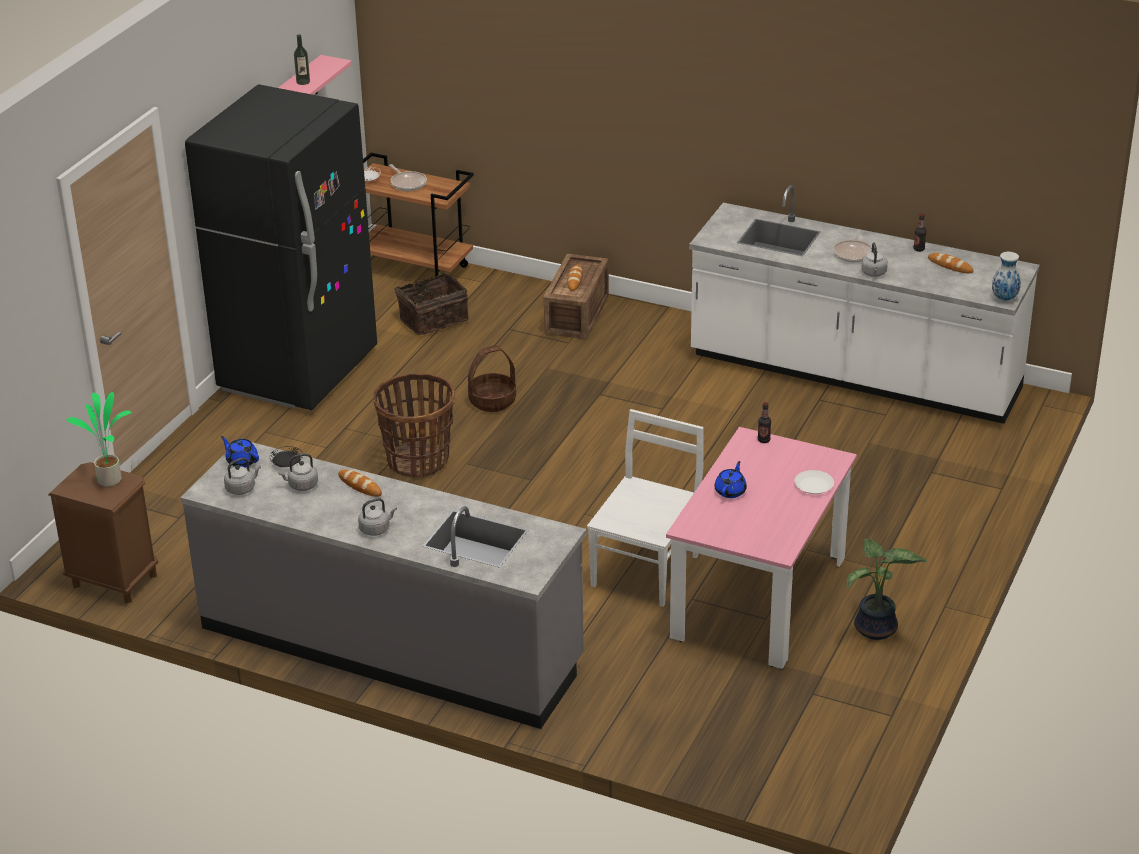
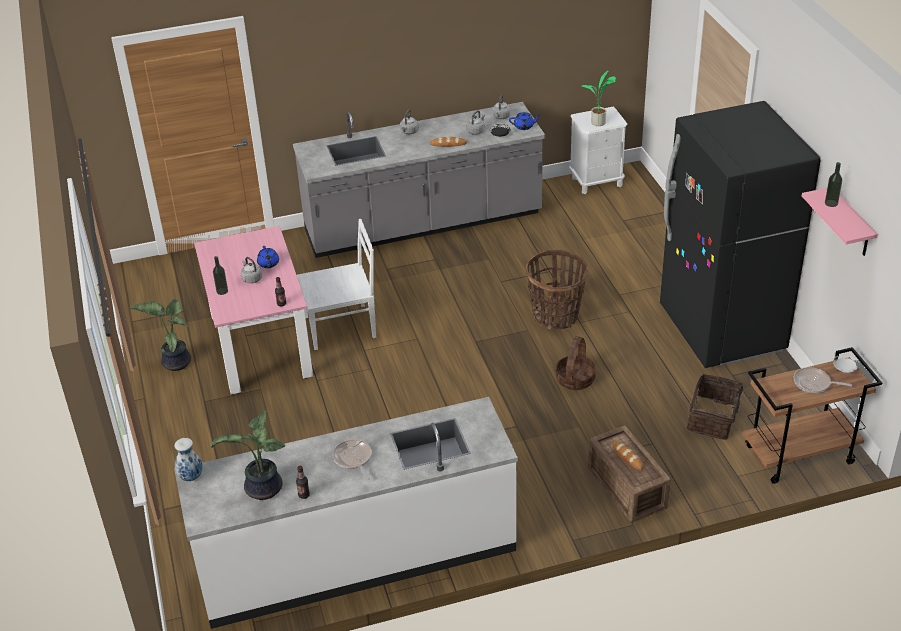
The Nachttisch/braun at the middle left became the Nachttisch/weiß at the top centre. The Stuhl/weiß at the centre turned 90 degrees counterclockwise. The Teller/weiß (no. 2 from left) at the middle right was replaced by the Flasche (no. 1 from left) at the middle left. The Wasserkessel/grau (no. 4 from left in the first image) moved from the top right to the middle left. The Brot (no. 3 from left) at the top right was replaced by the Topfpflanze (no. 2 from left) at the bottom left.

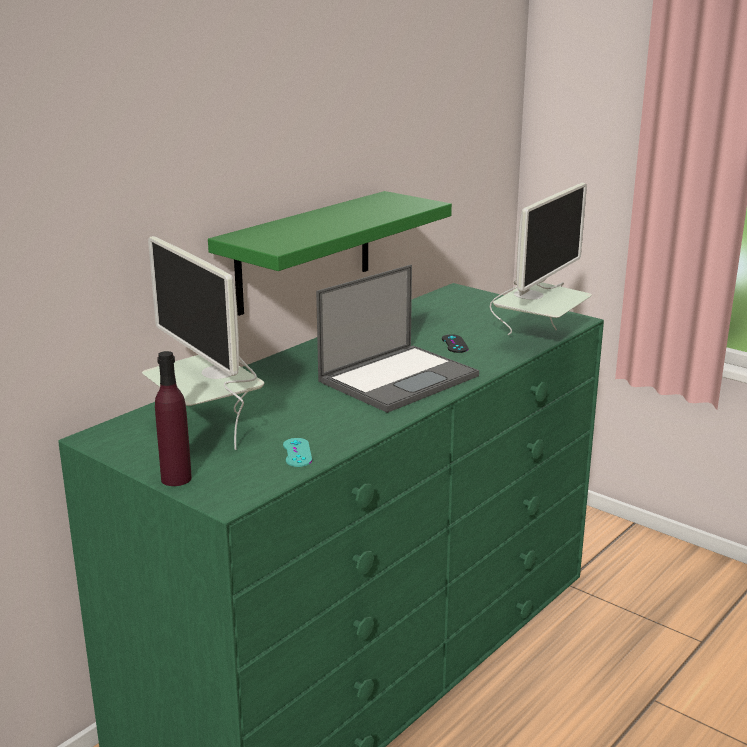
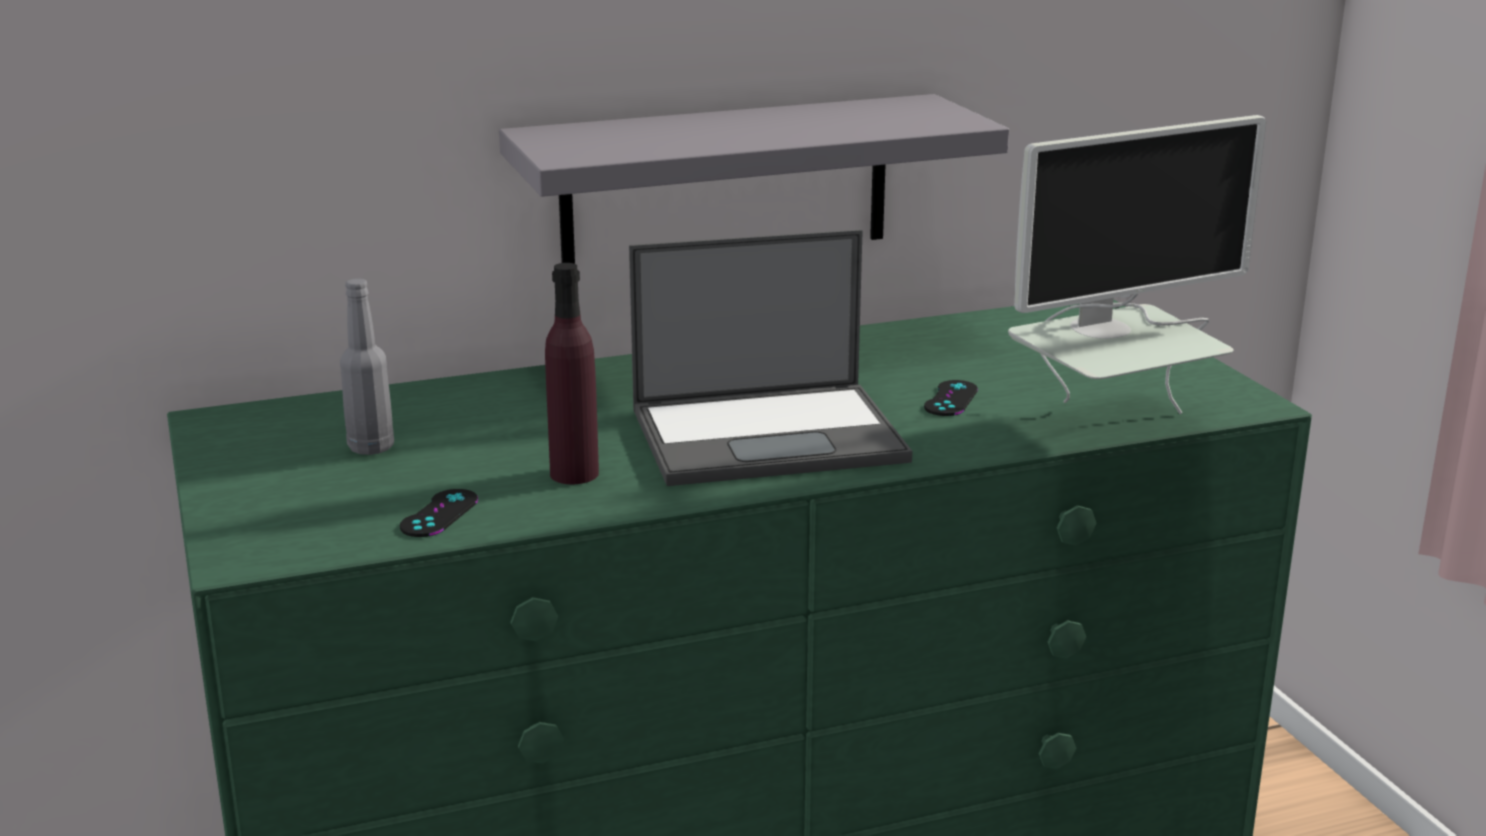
The Monitor (no. 1 from left) at the middle left was replaced by the Flasche/grau at the middle left. The Flasche/lila moved from the middle left to the centre. The Wandregal/grün at the centre became the Wandregal/grau at the top centre. The Gamepad/türkis at the centre became the Gamepad/schwarz (no. 1 from left) at the middle left.

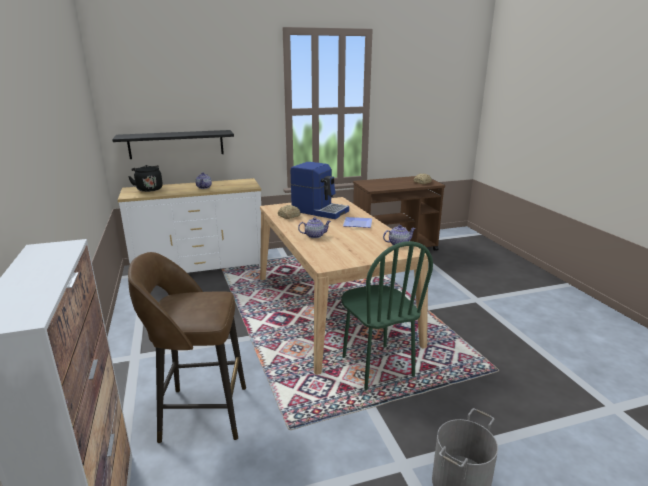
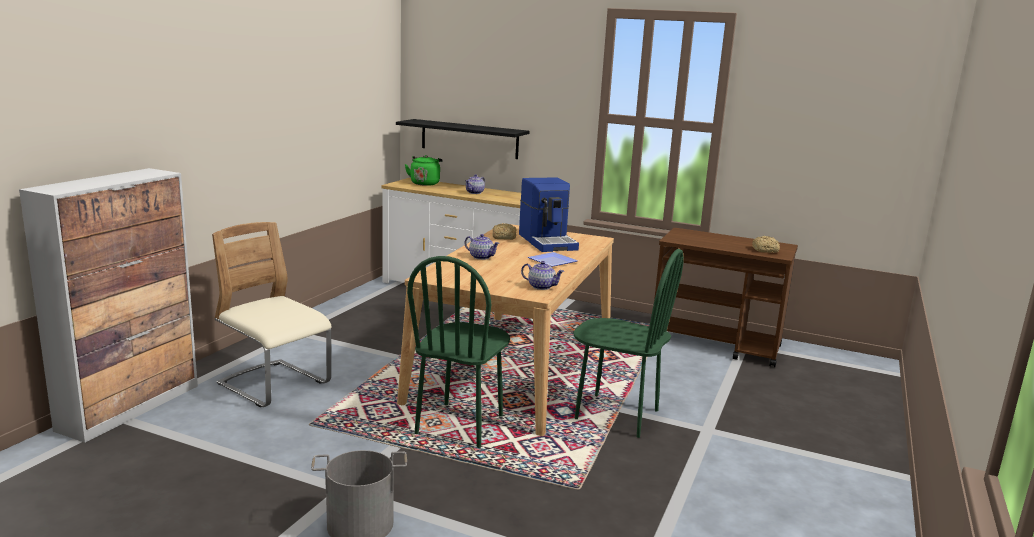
The Wasserkessel/schwarz at the middle left became the Wasserkessel/grün at the top centre. The Hocker/braun at the bottom left was replaced by the Stuhl/beige at the middle left. The Stuhl/grün (no. 2 from left) at the centre appeared.

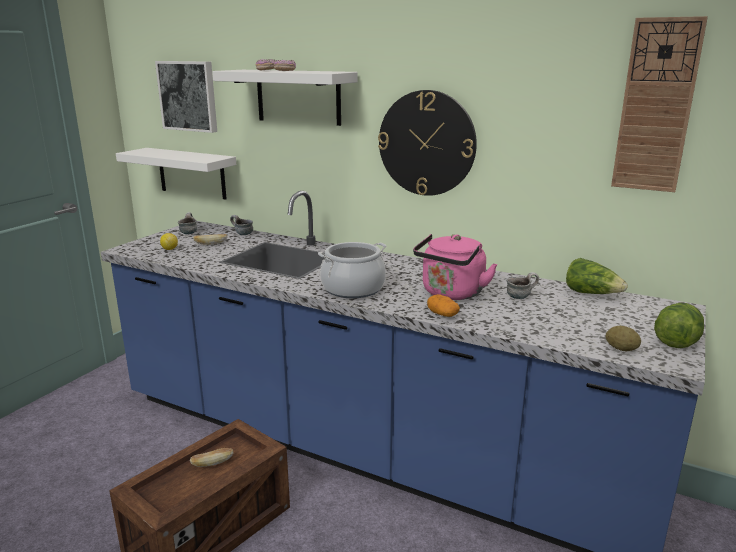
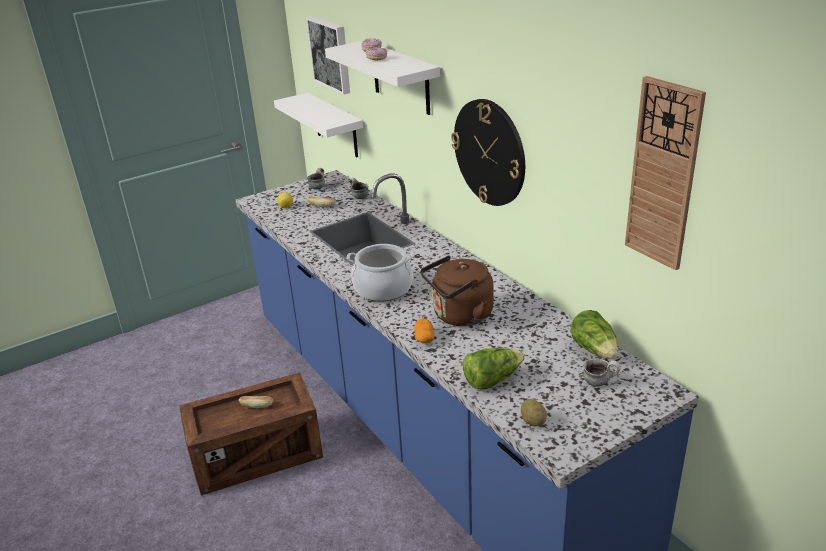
The Wasserkessel/rosa at the centre became the Wasserkessel/braun at the centre. The Henkelbecher (no. 3 from left) moved from the middle right to the bottom right. The Salatkopf (no. 2 from left in the first image) moved from the middle right to the bottom centre.

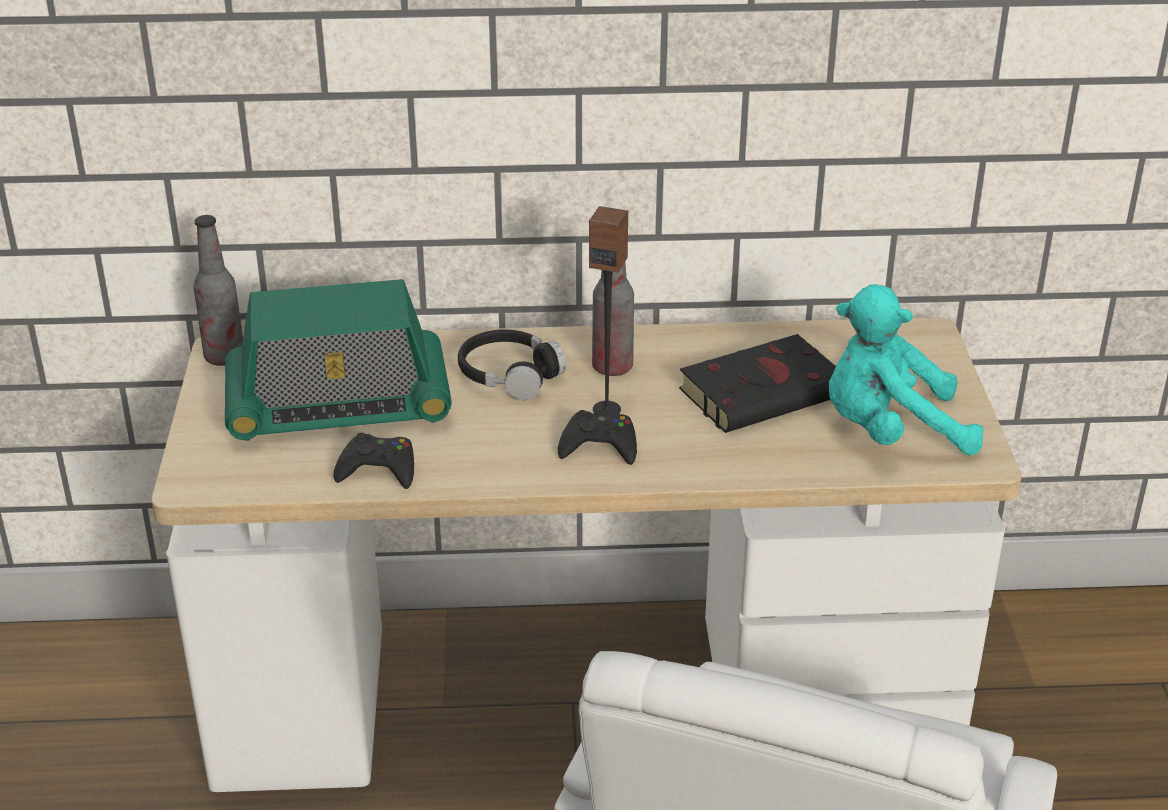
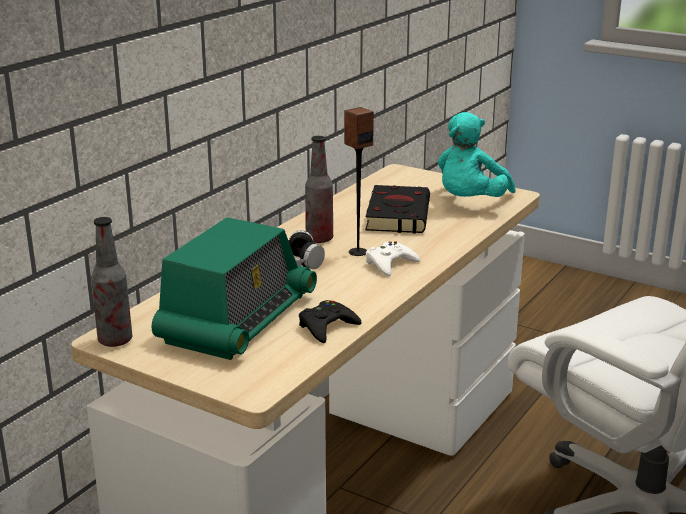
The Gamepad/schwarz (no. 2 from left) at the centre became the Gamepad/weiß at the centre.

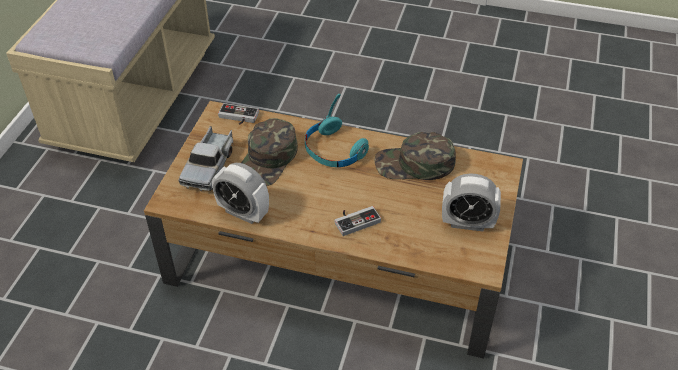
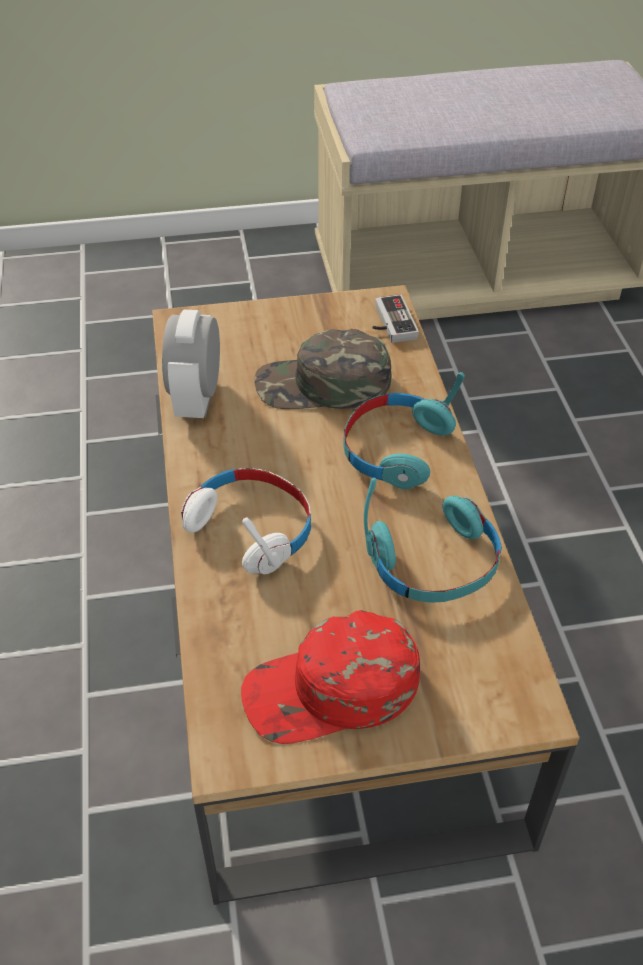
The Spielzeuglaster at the middle left disappeared. The Gamepad (no. 2 from left) at the centre was replaced by the Kopfhörer/weiß at the centre. The Kappe/grün (no. 2 from left) at the centre was replaced by the Kopfhörer/türkis (no. 2 from left) at the middle right. The Wecker (no. 2 from left) at the middle right was replaced by the Kappe/rot at the bottom centre.

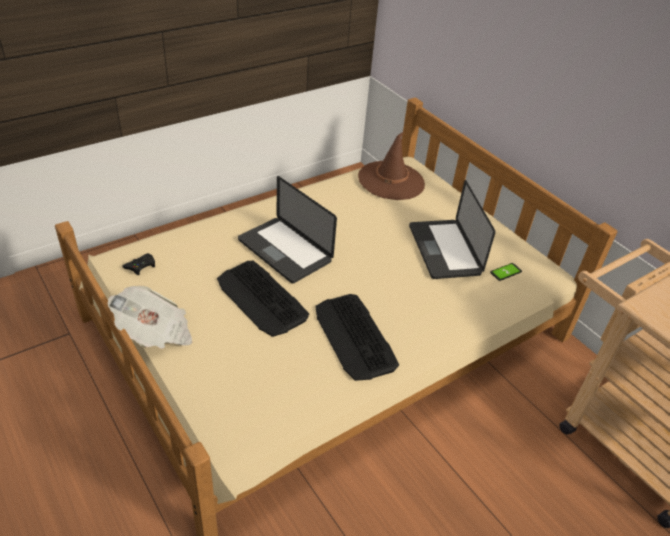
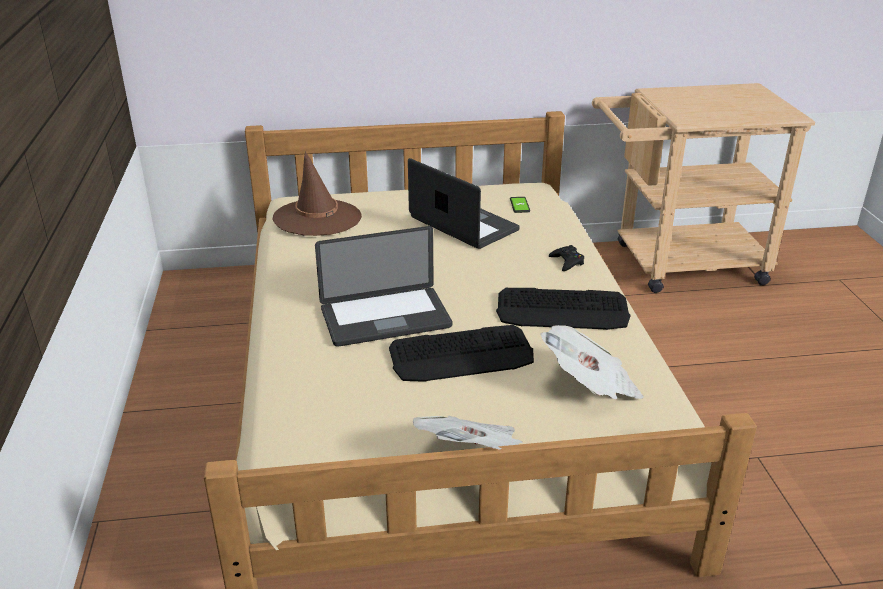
The Gamepad/schwarz moved from the middle left to the centre. The Laptop (no. 2 from left) at the middle right turned 150 degrees counterclockwise. The Zeitung (no. 2 from left) at the middle right appeared.

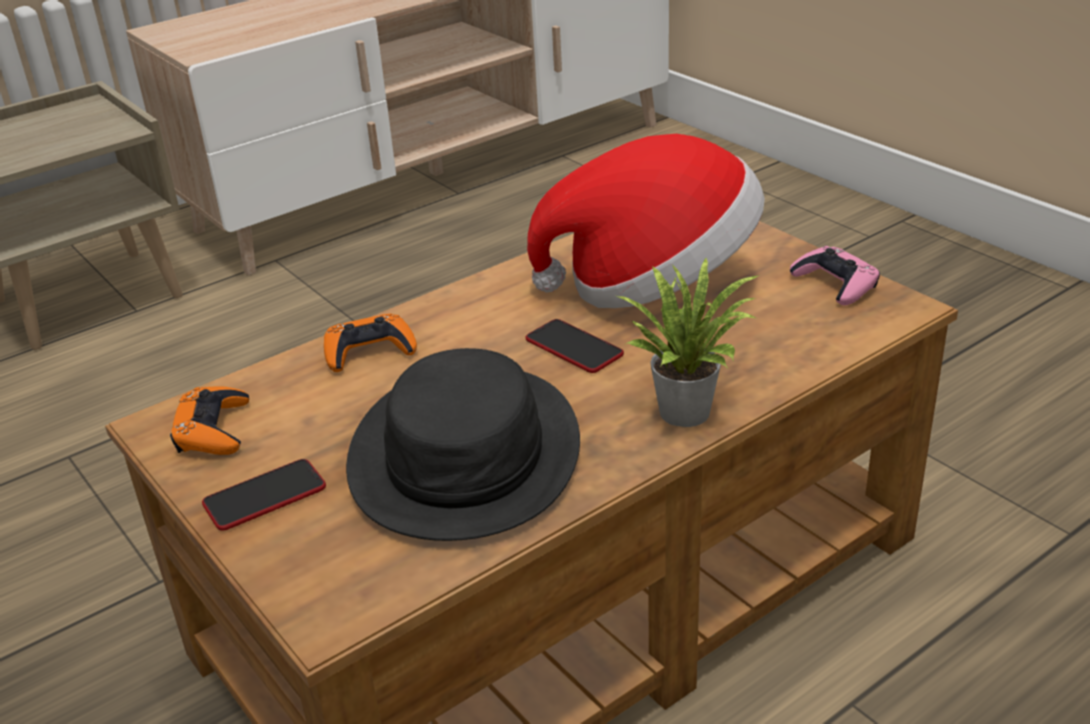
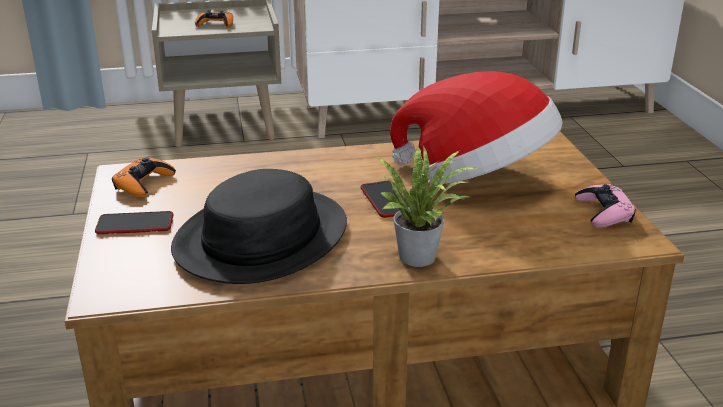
The Gamepad/orange (no. 2 from left) moved from the centre to the top left.

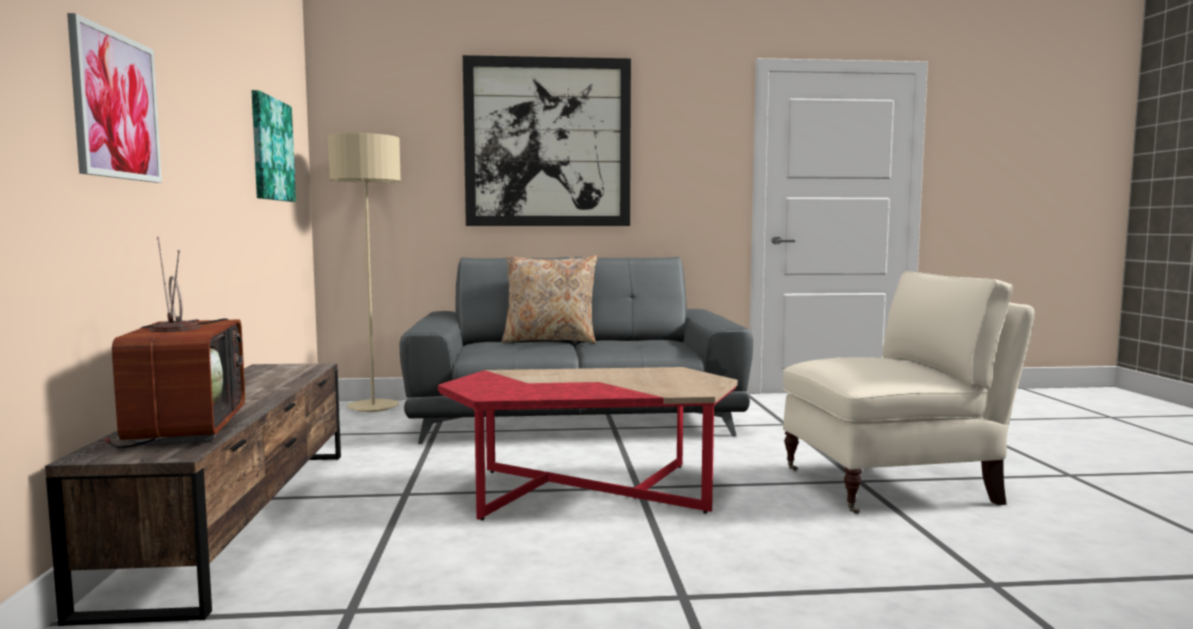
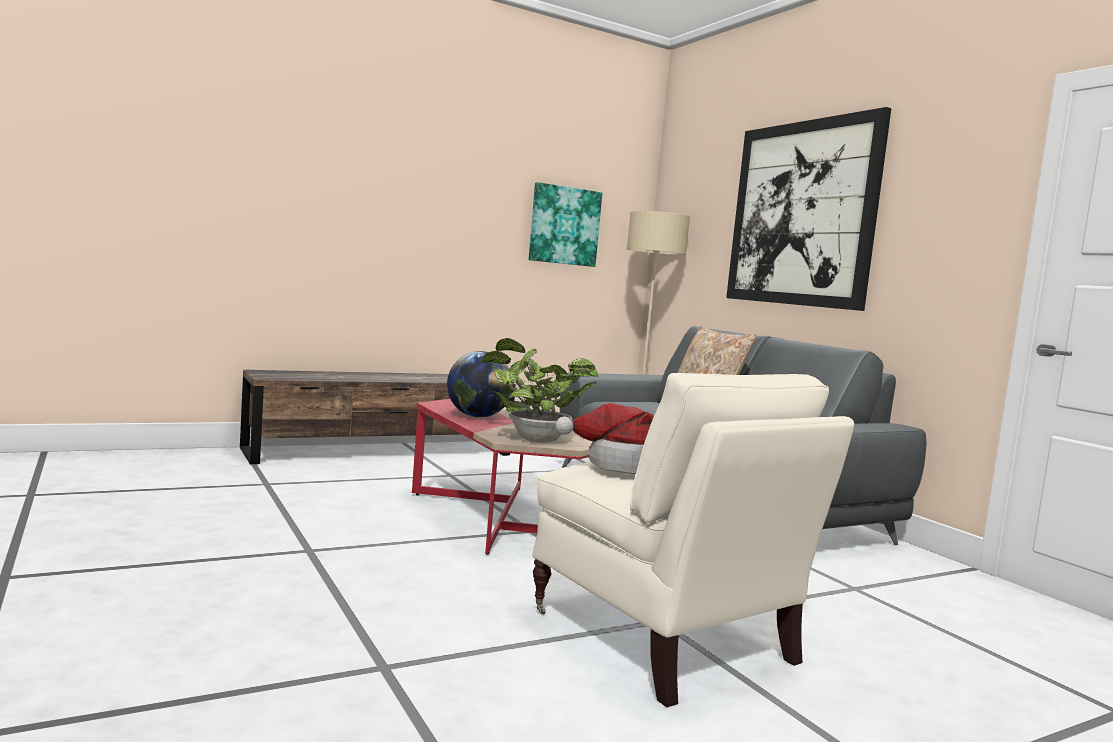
The Bild (no. 1 from left) at the top left disappeared. The Fernseher at the middle left disappeared. The Globus at the centre appeared. The Topfpflanze at the centre appeared. The Hut at the centre appeared.

